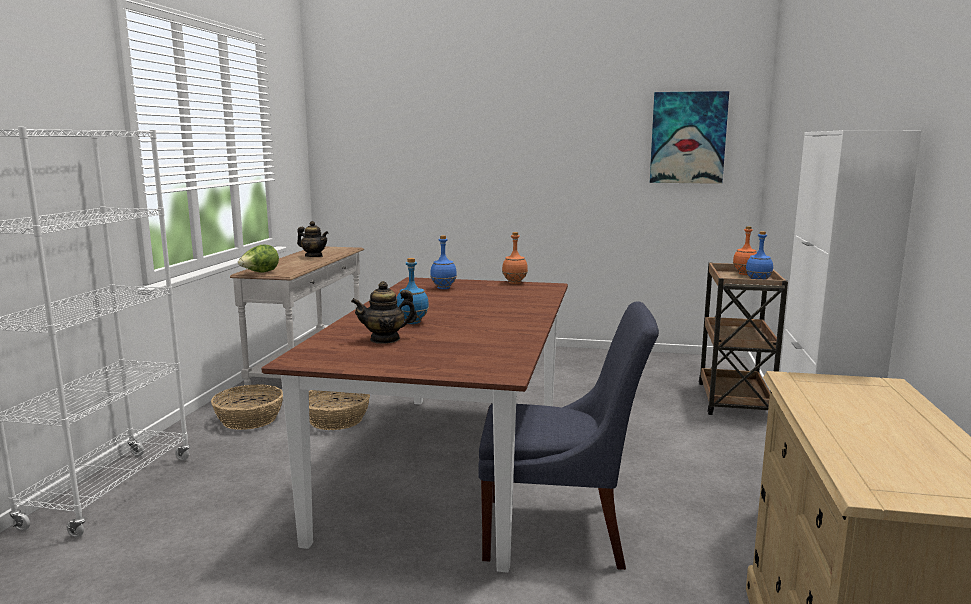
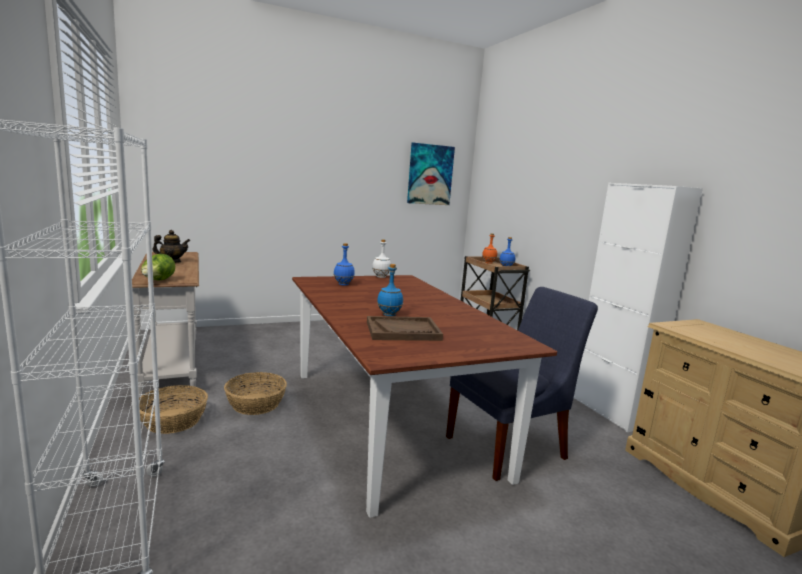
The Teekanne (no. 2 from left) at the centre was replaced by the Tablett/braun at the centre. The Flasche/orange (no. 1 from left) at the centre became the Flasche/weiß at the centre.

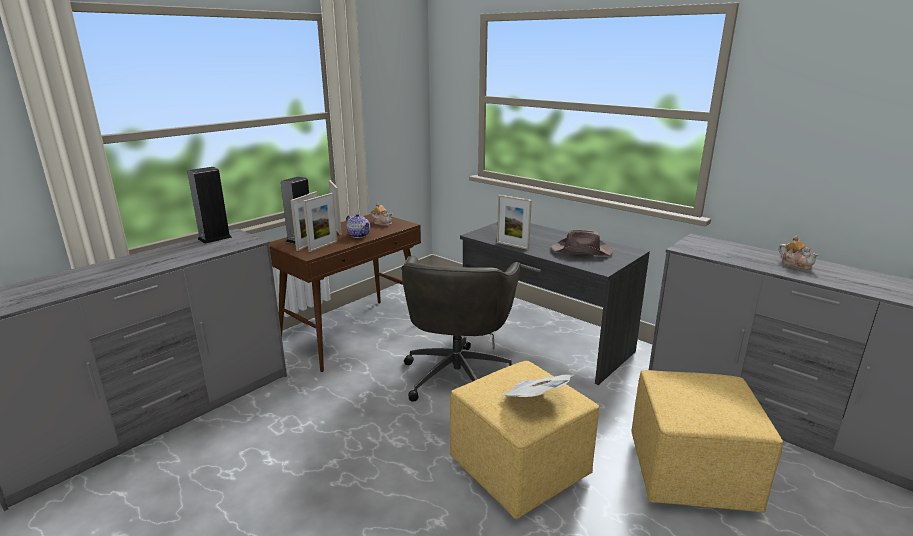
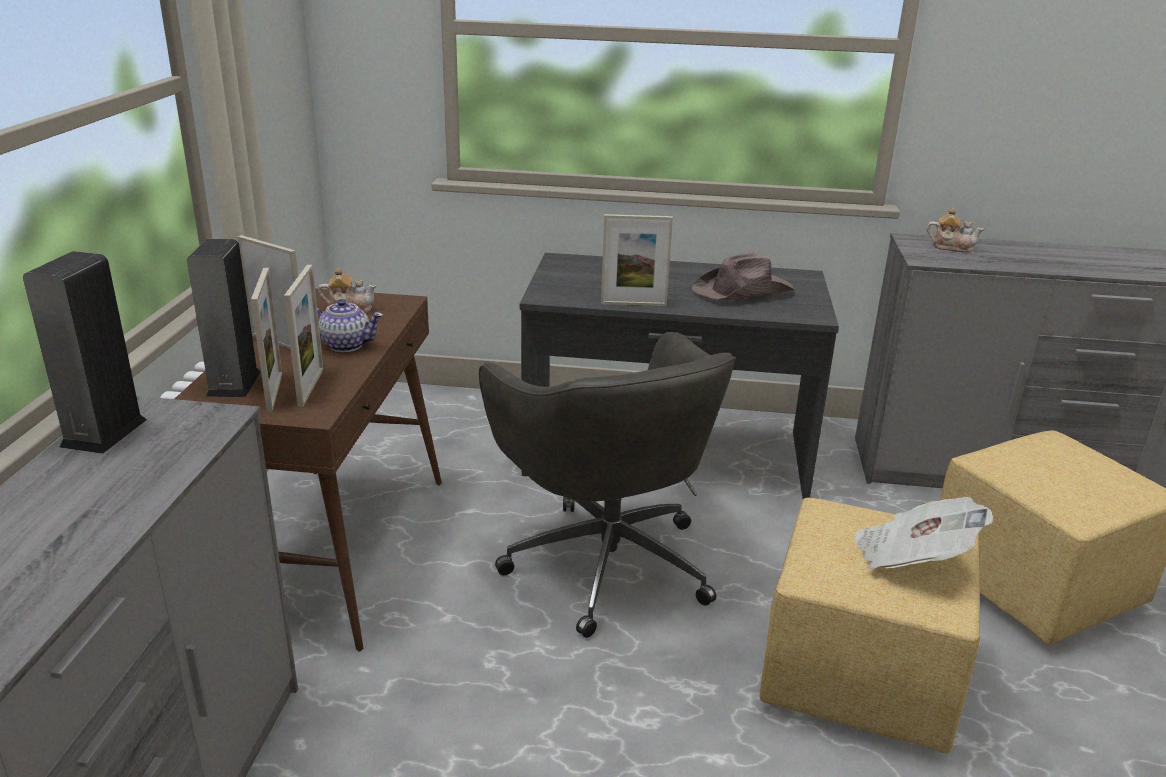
The Teekanne (no. 3 from left) moved from the middle right to the top right.

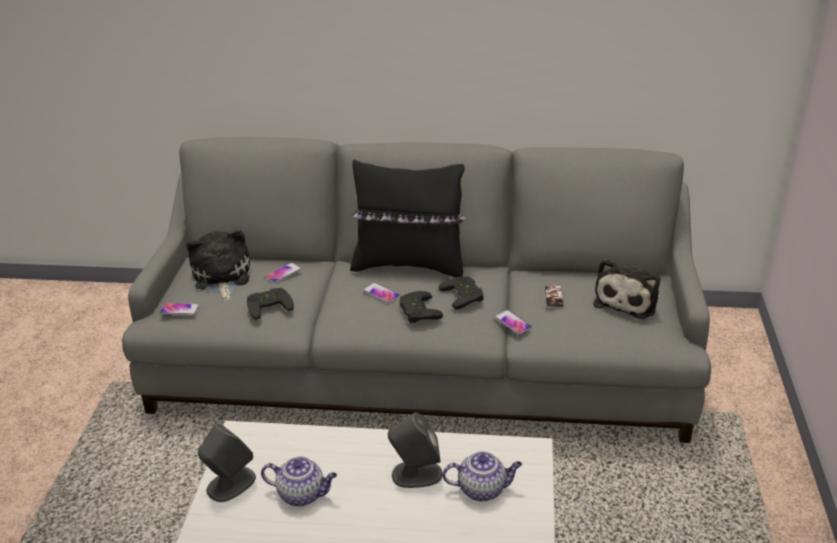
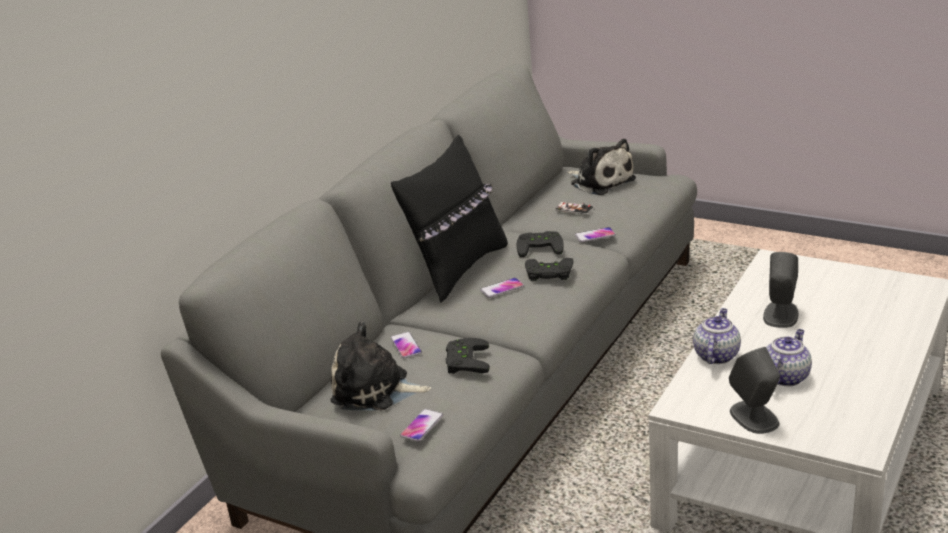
The Teekanne (no. 2 from left in the first image) moved from the bottom centre to the middle right.

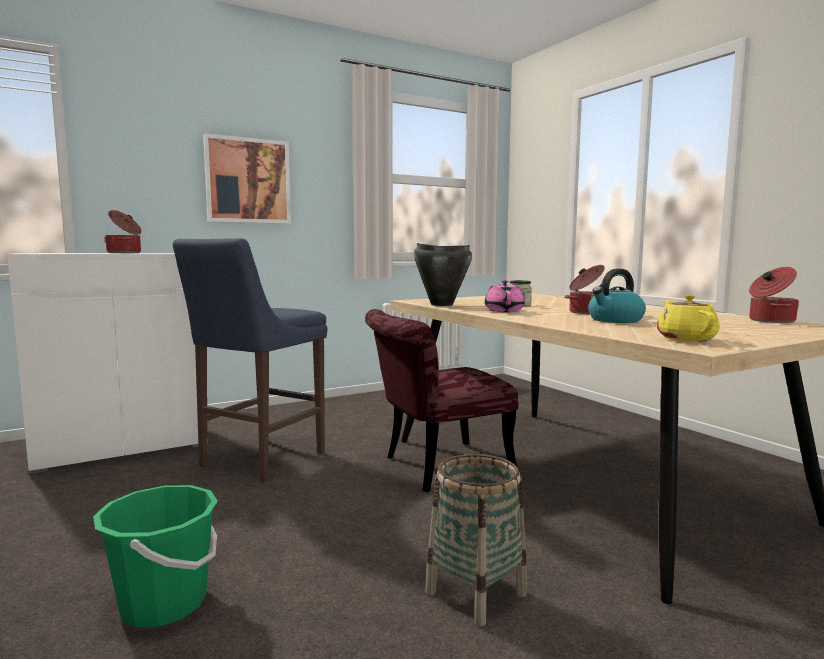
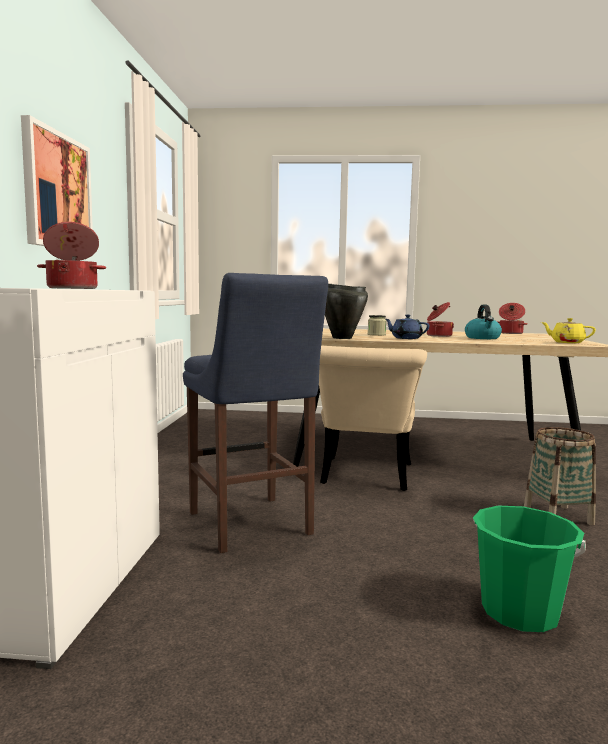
The Stuhl/rot at the centre became the Stuhl/beige at the centre. The Teekanne/rosa at the centre became the Teekanne/blau at the middle right.

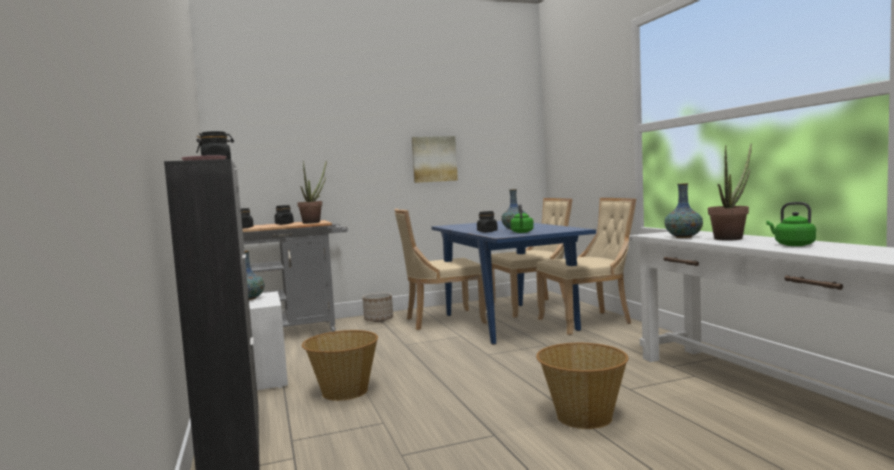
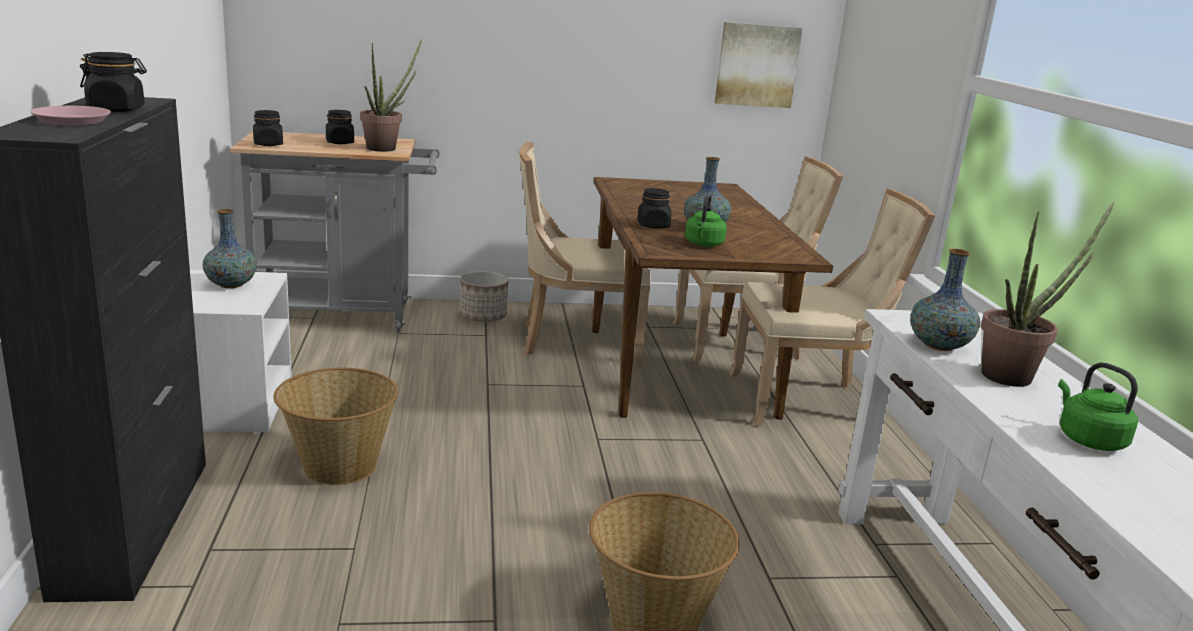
The Bild moved from the centre to the top centre. The Esstisch/blau at the centre became the Esstisch/braun at the centre.

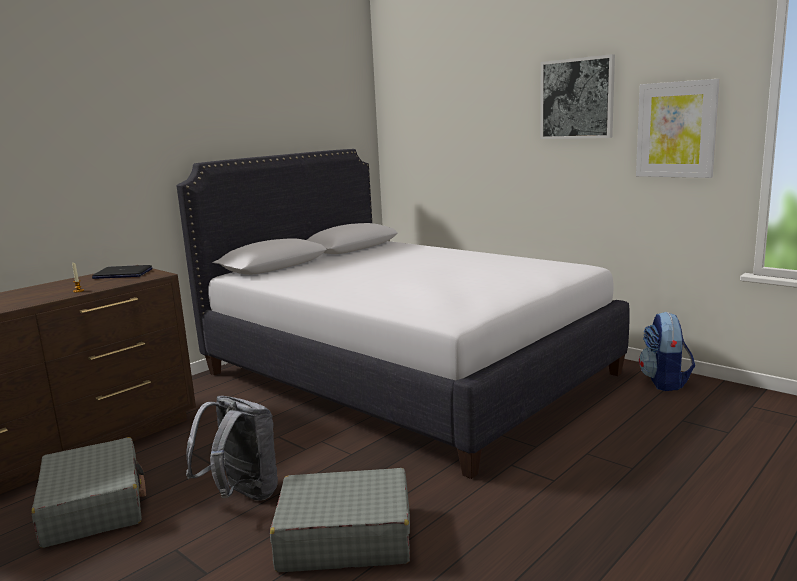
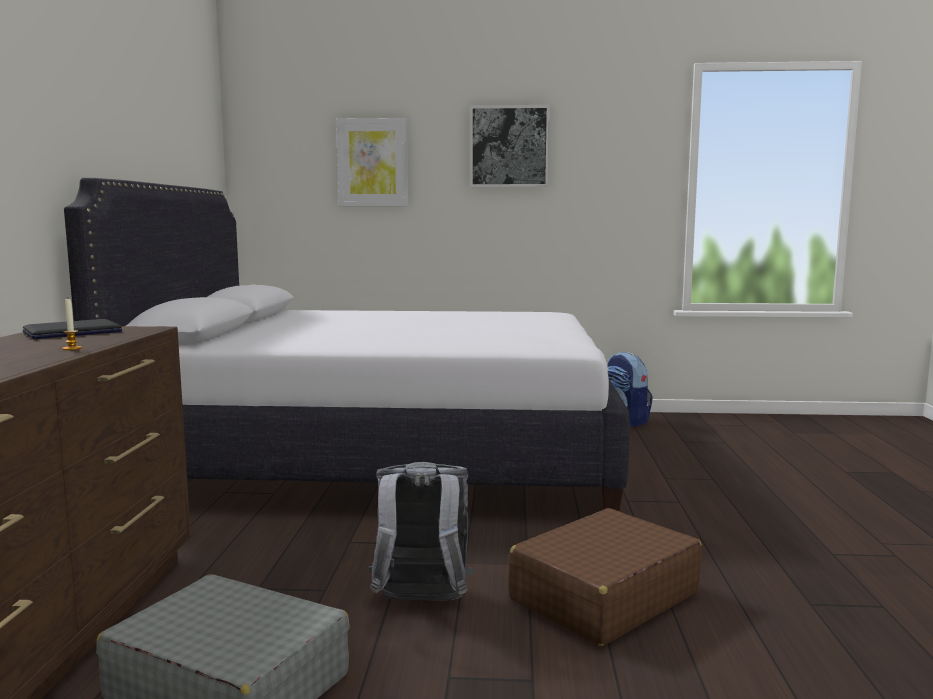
The Koffer/grau (no. 2 from left) at the bottom centre became the Koffer/braun at the bottom centre. The Bild (no. 2 from left in the first image) moved from the top right to the top centre.

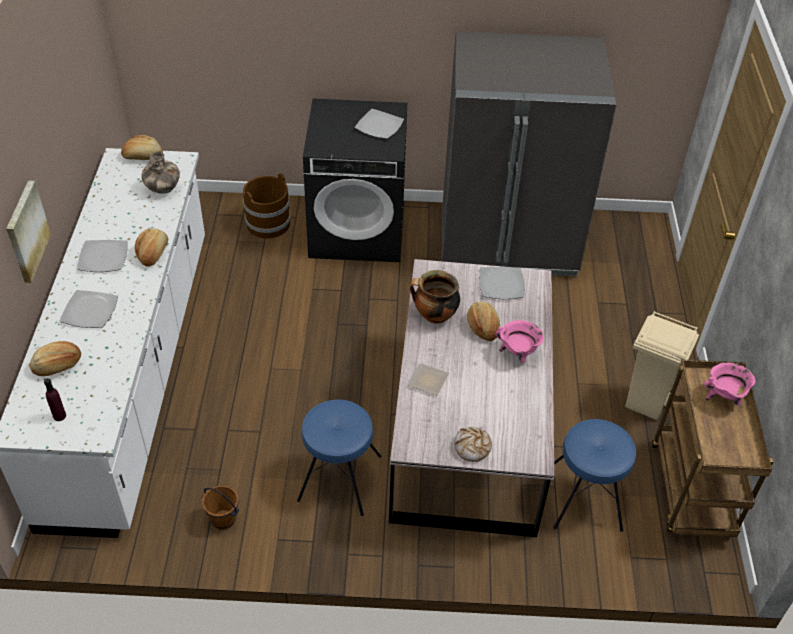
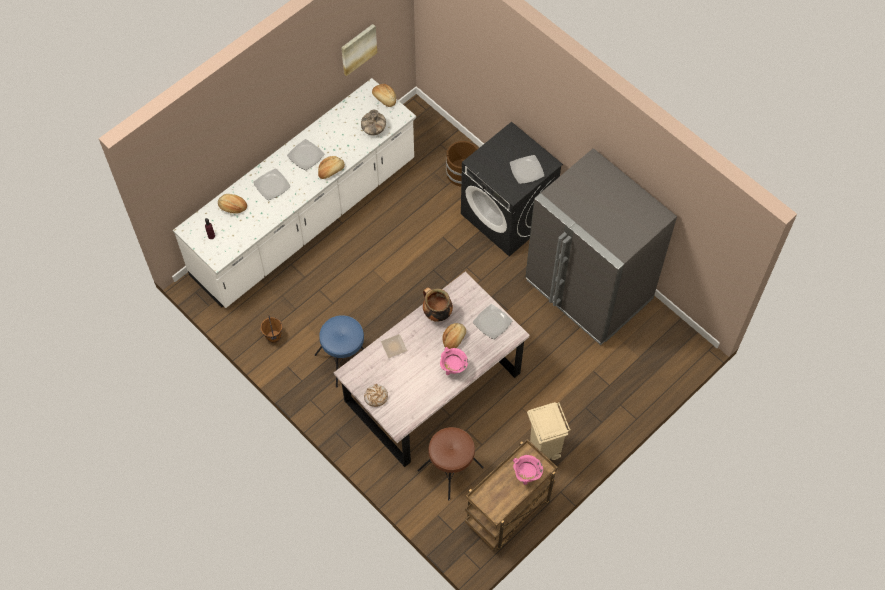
The Bild moved from the middle left to the top centre. The Hocker/blau (no. 2 from left) at the bottom right became the Hocker/braun at the bottom centre.

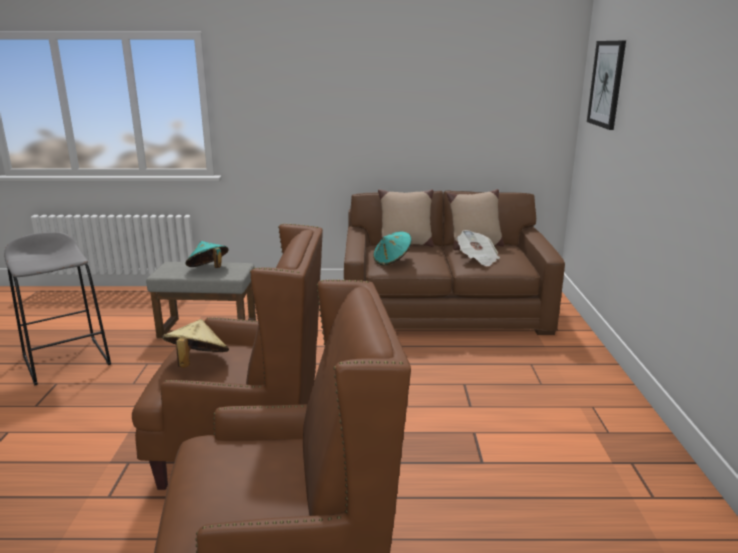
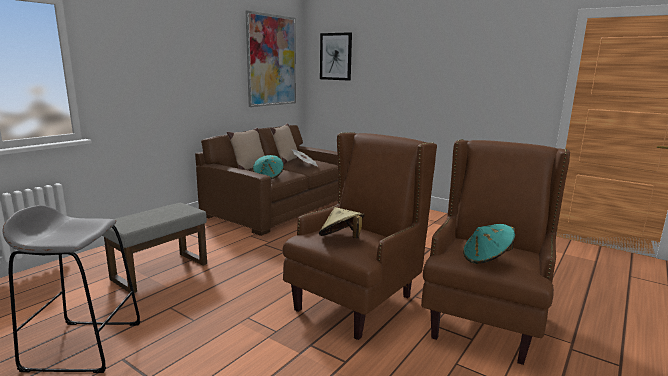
The Hut/türkis (no. 1 from left in the first image) moved from the middle left to the middle right. The Bild (no. 1 from left) at the top centre appeared.

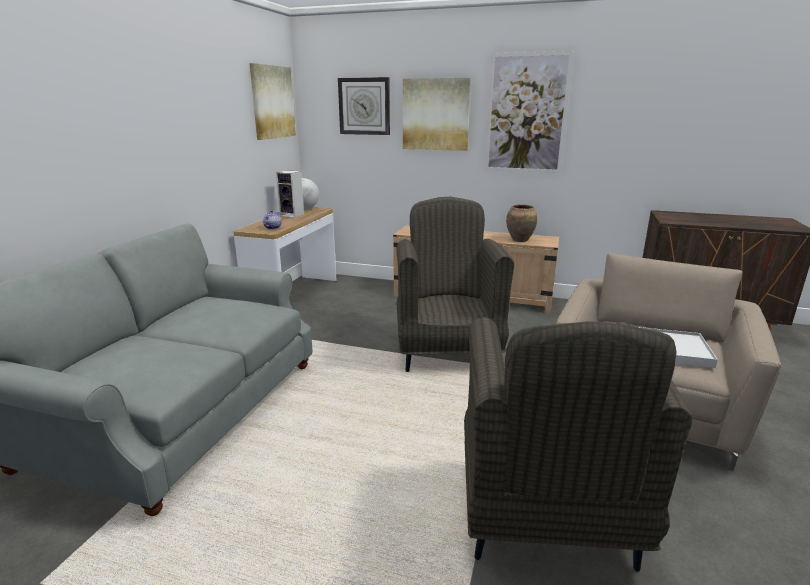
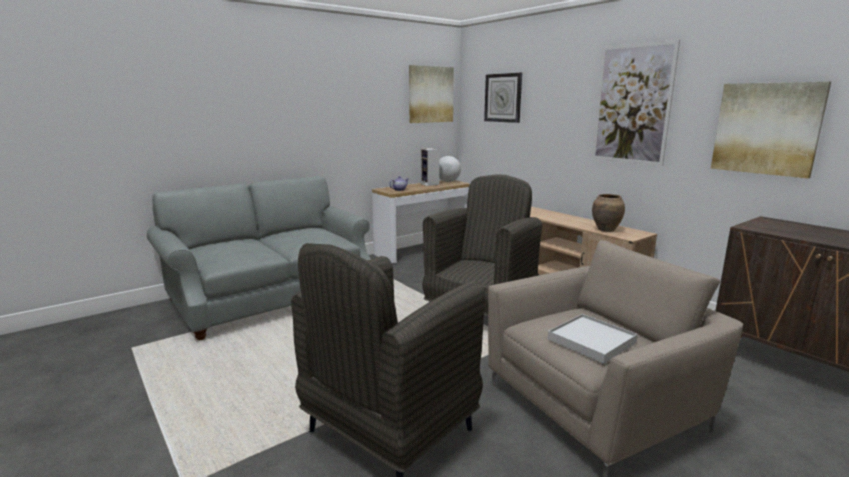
The Bild (no. 2 from left in the first image) moved from the top centre to the top right.

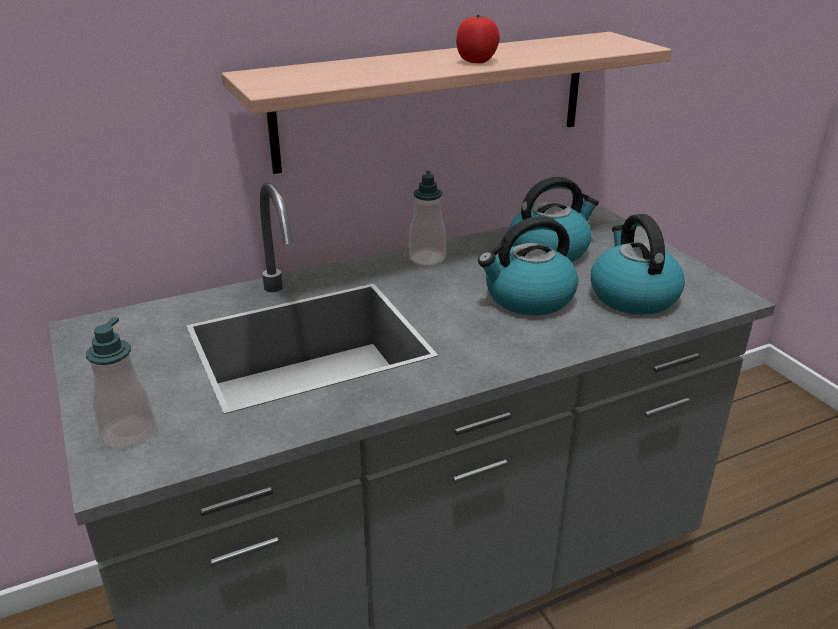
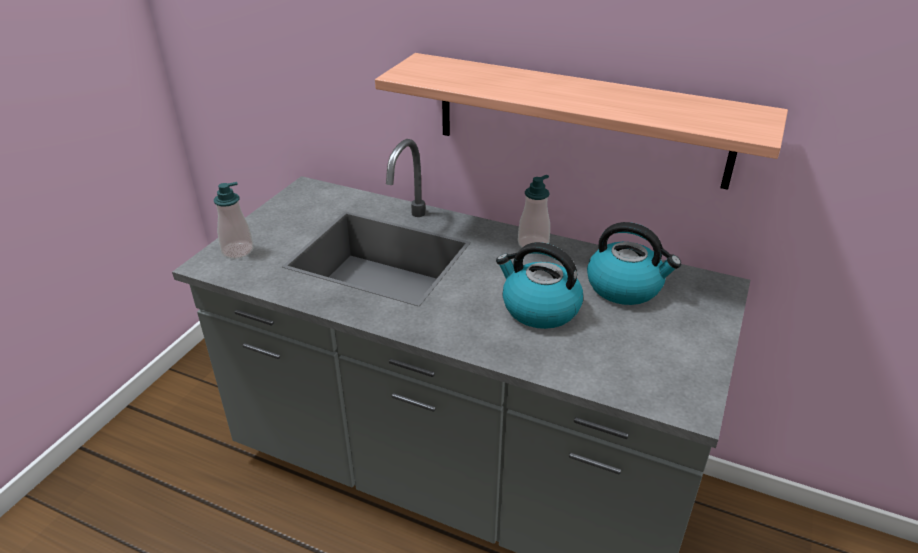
The Tomate at the top centre disappeared. The Wasserkessel (no. 3 from left) at the middle right disappeared.

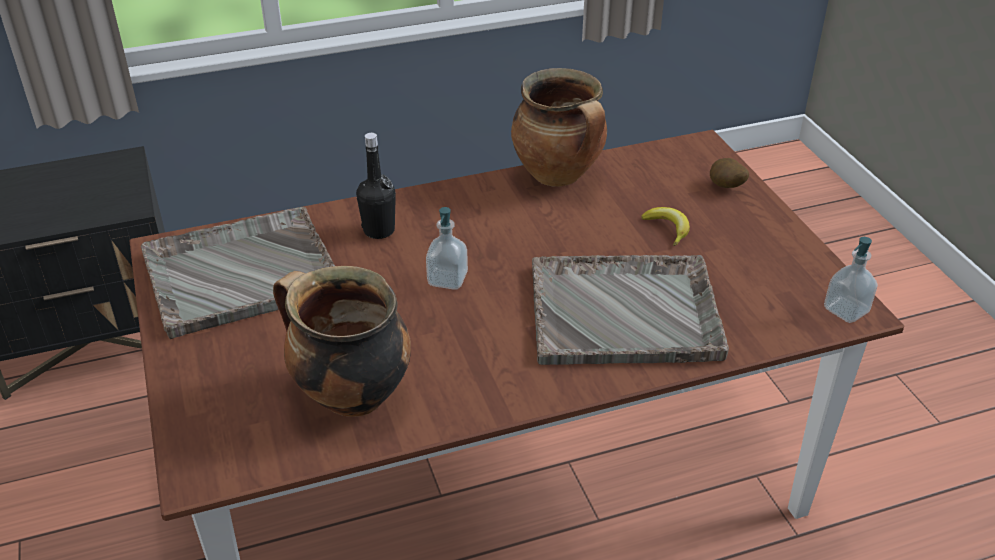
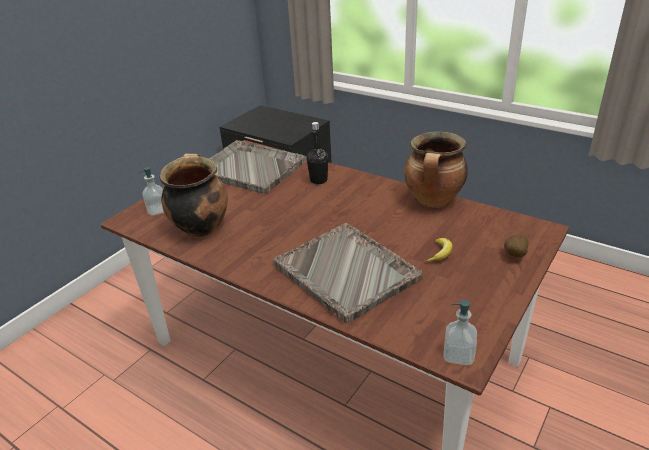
The Seifenspender (no. 1 from left) moved from the centre to the middle left.

